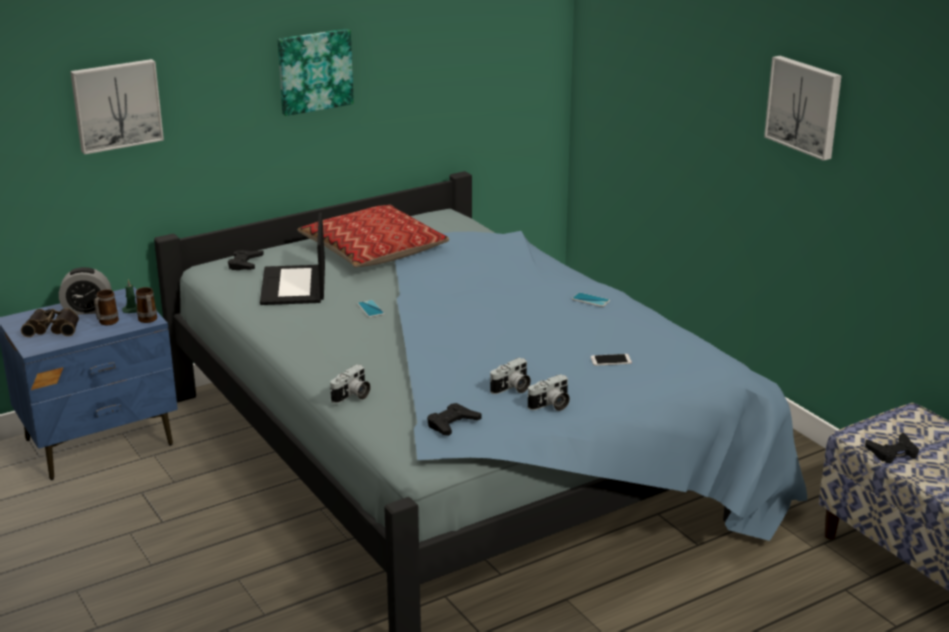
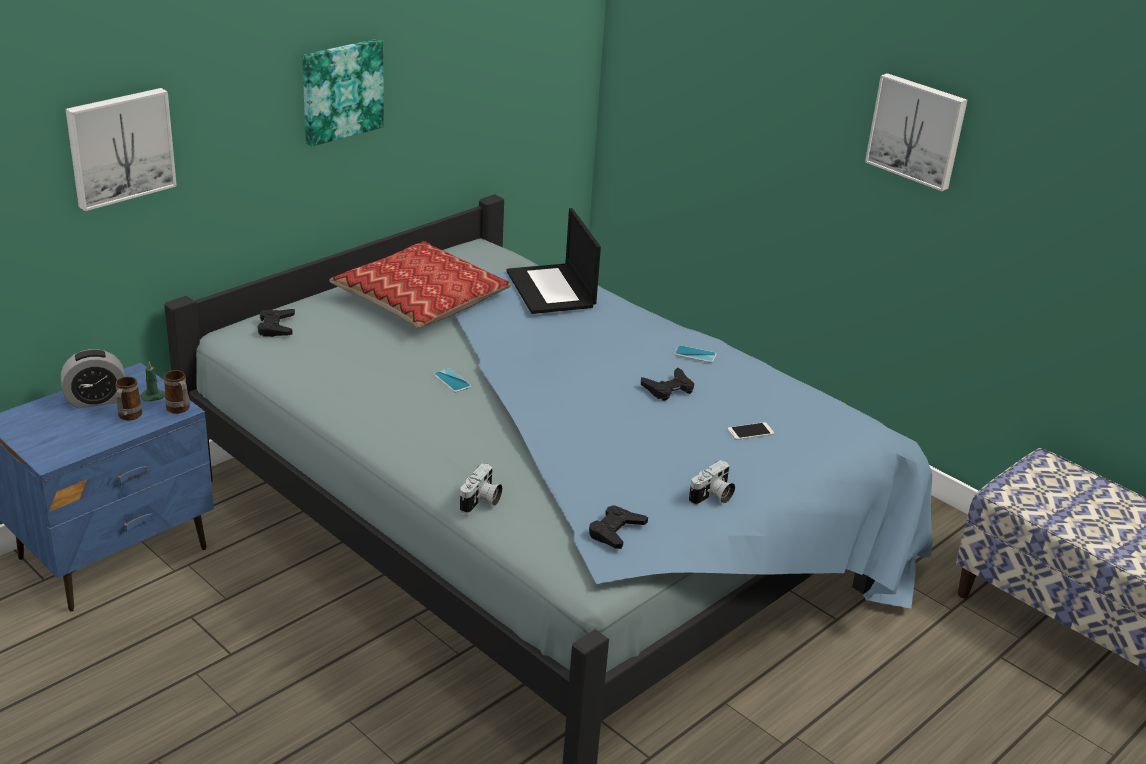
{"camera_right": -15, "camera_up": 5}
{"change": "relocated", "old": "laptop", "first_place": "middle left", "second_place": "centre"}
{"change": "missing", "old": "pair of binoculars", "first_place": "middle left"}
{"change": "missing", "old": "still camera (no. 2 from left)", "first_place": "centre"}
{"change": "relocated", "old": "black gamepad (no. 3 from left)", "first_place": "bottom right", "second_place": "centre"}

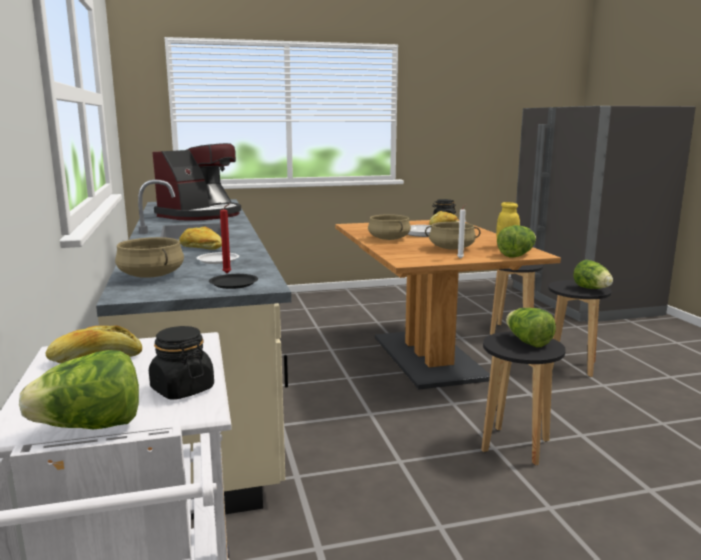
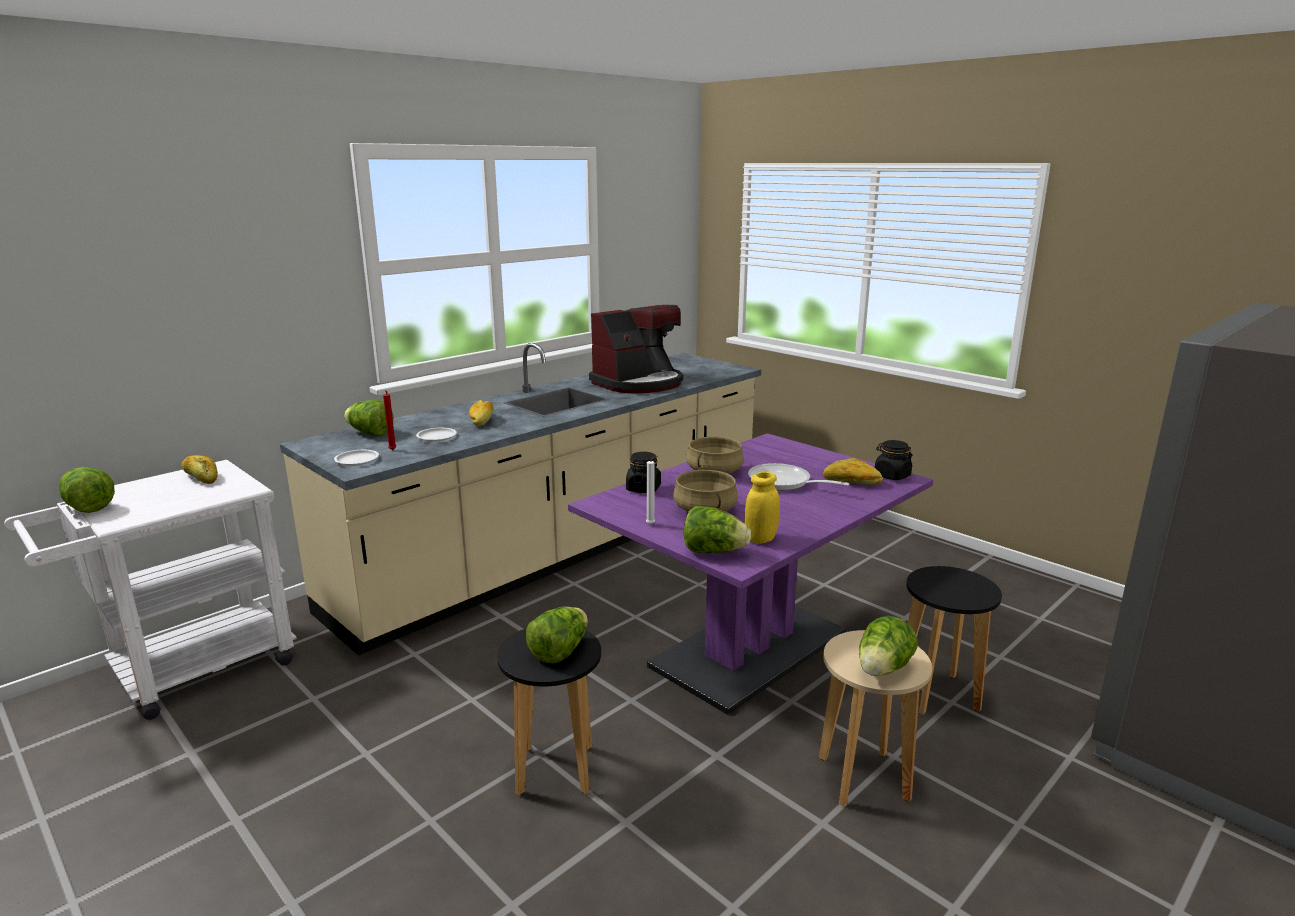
{"camera_right": 60, "camera_up": 5}
{"change": "spun", "old": "coffee brewer", "first_place": "top left", "second_place": "centre", "degrees": -45}
{"change": "colour", "old": "brown-coloured kitchen table", "new": "purple kitchen table", "first_place": "centre", "second_place": "centre"}
{"change": "exchanged", "old": "beige stockpot (no. 1 from left)", "new": "lettuce (no. 2 from left)", "first_place": "middle left", "second_place": "middle left"}
{"change": "colour", "old": "black dinner plate", "new": "white-coloured dinner plate (no. 1 from left)", "first_place": "middle left", "second_place": "middle left"}
{"change": "colour", "old": "black sitting stool (no. 3 from left)", "new": "beige sitting stool", "first_place": "middle right", "second_place": "bottom right"}
{"change": "relocated", "old": "black jar (no. 1 from left)", "first_place": "middle left", "second_place": "centre"}

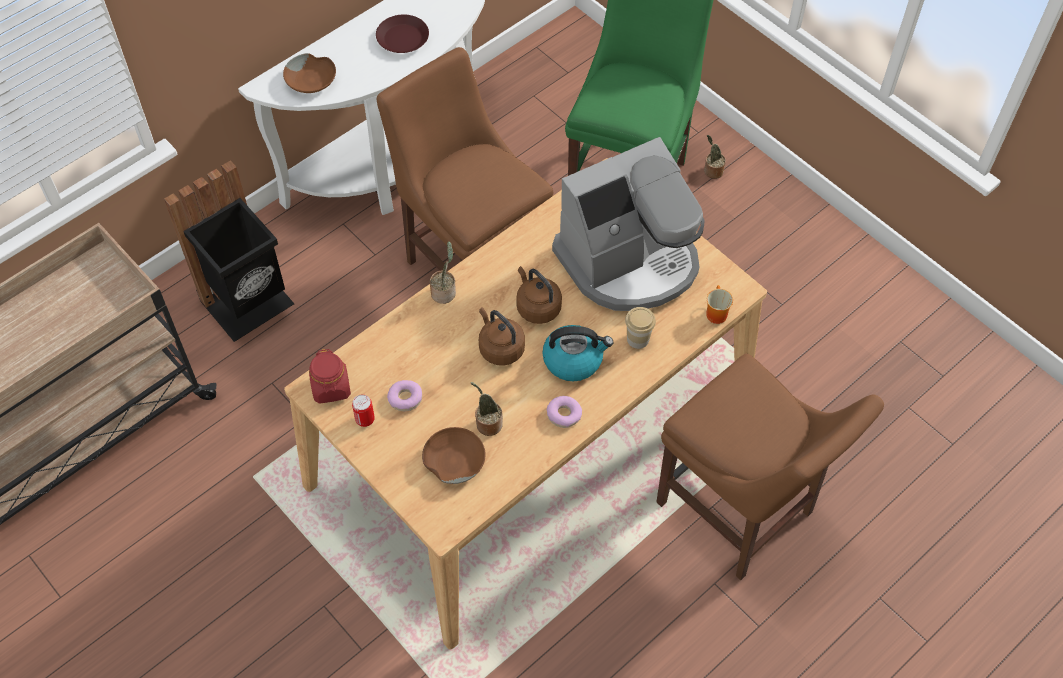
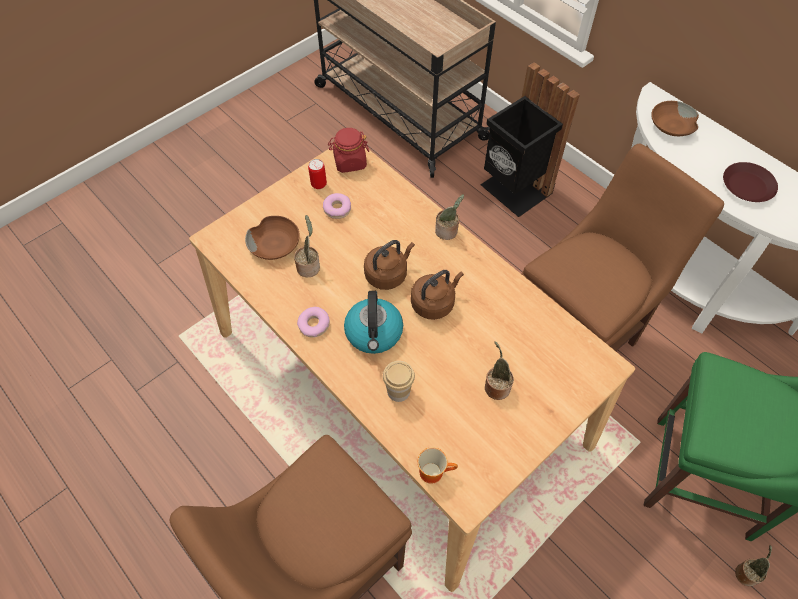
{"camera_right": 90, "camera_up": 0}
{"change": "exchanged", "old": "coffee brewer", "new": "plant in a pot (no. 3 from left)", "first_place": "top centre", "second_place": "centre"}

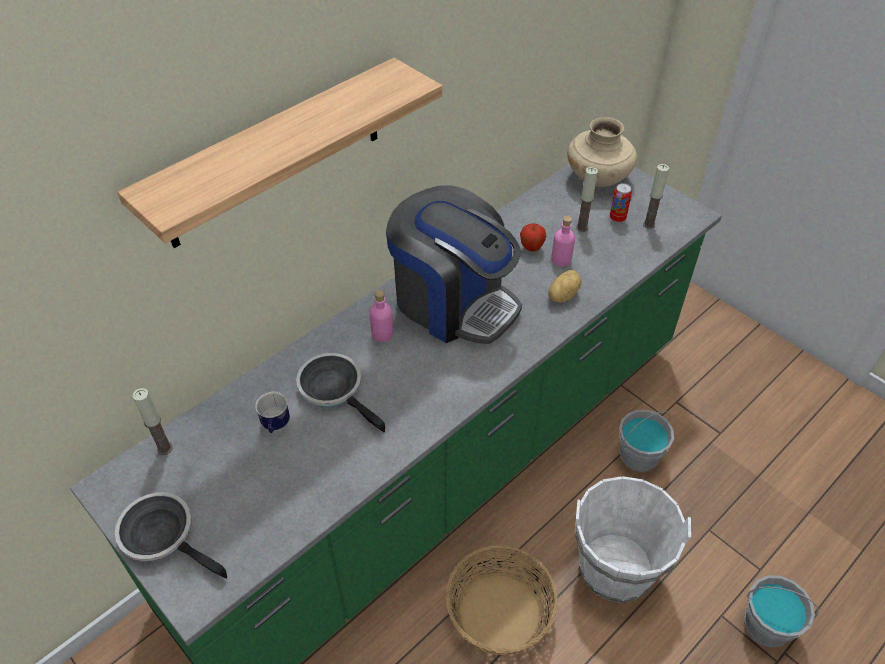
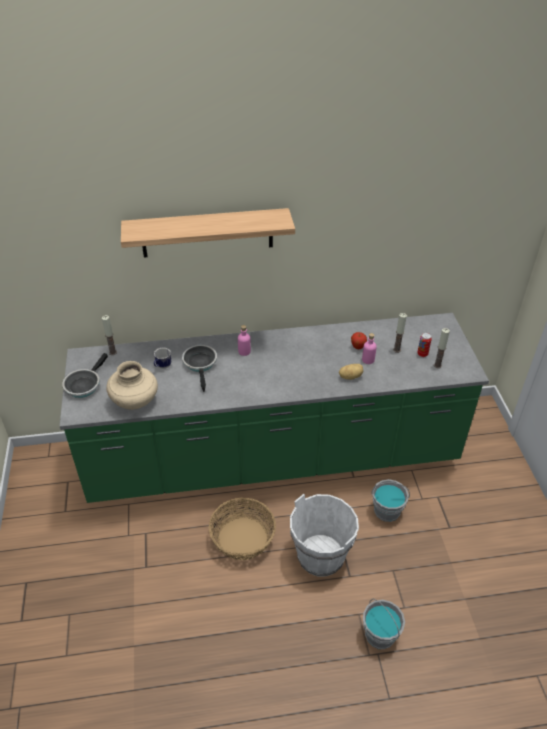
{"camera_right": 35, "camera_up": -5}
{"change": "relocated", "old": "beige flower vase", "first_place": "top right", "second_place": "middle left"}
{"change": "missing", "old": "coffee brewer", "first_place": "centre"}
{"change": "spun", "old": "skillet (no. 1 from left)", "first_place": "bottom left", "second_place": "middle left", "degrees": -135}

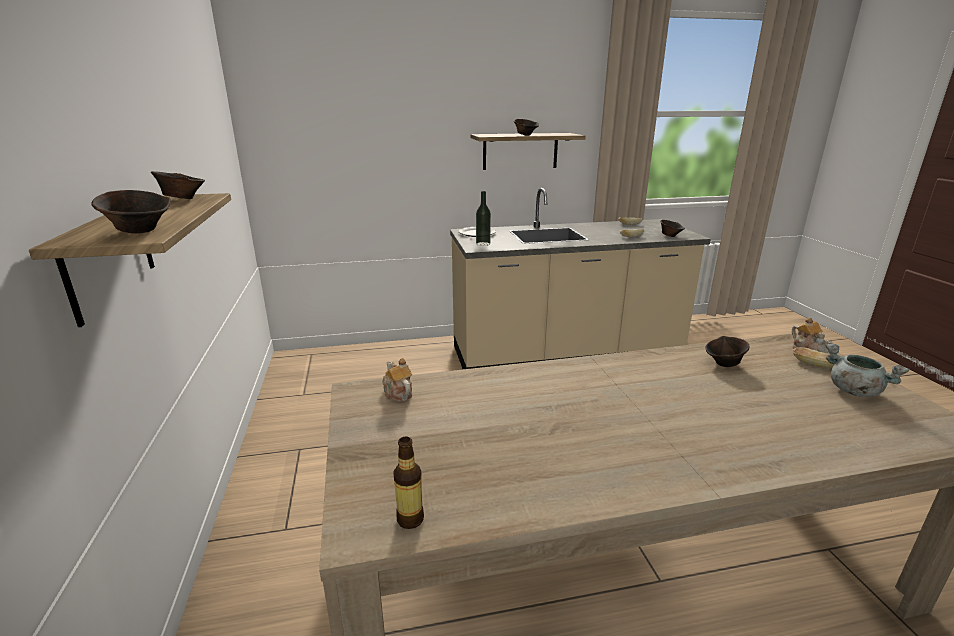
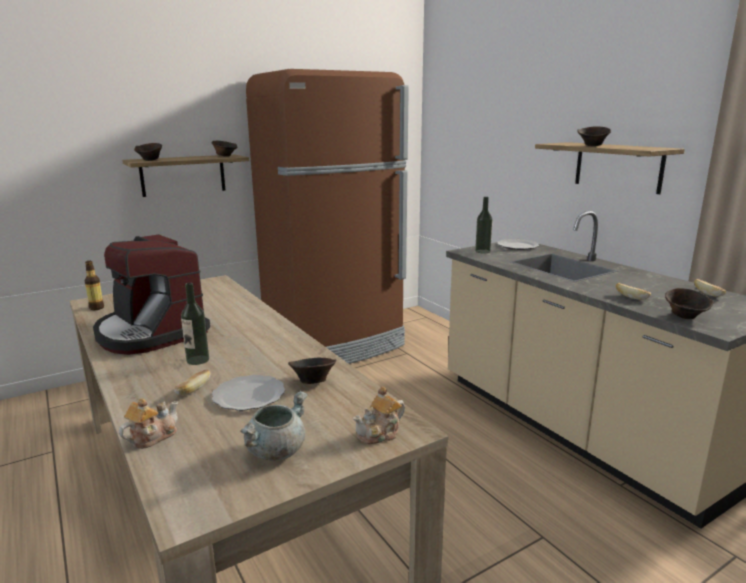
{"camera_right": 70, "camera_up": -5}
{"change": "relocated", "old": "baked bread (no. 3 from left in the first image)", "new": "baked bread (no. 1 from left)", "first_place": "middle right", "second_place": "middle left"}
{"change": "relocated", "old": "teapot (no. 1 from left)", "first_place": "centre", "second_place": "bottom left"}
{"change": "appeared", "new": "brown-coloured kitchen fridge", "second_place": "centre"}
{"change": "appeared", "new": "coffee brewer", "second_place": "middle left"}
{"change": "appeared", "new": "bottle (no. 2 from left)", "second_place": "middle left"}
{"change": "appeared", "new": "dinner plate (no. 1 from left)", "second_place": "bottom left"}

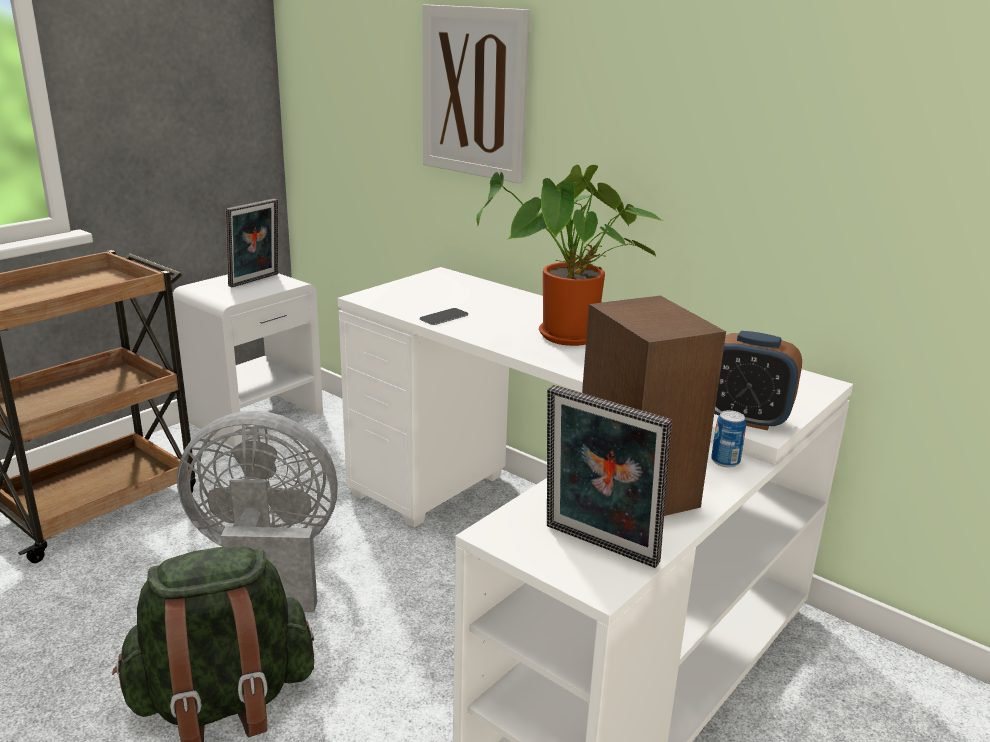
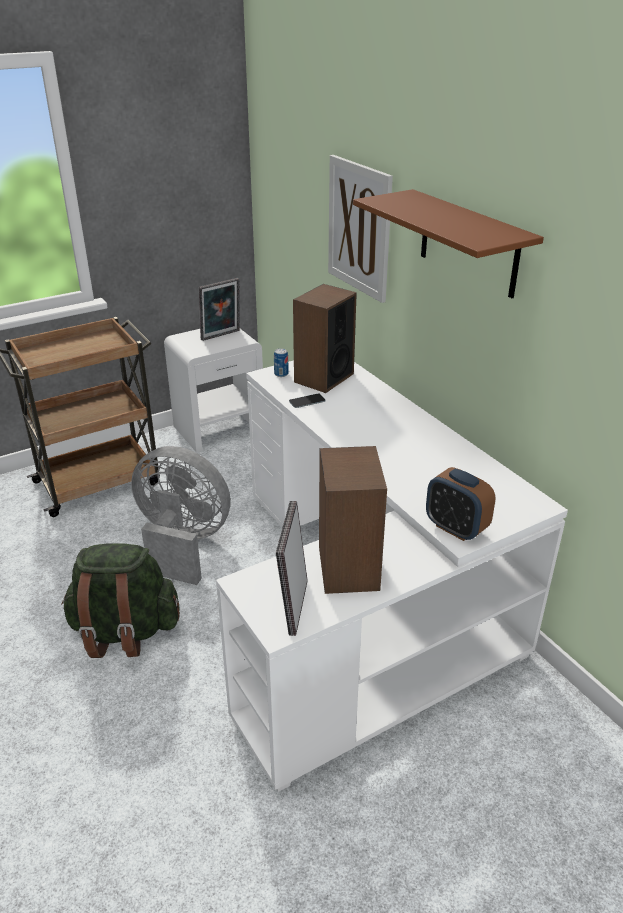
{"camera_right": 20, "camera_up": 10}
{"change": "missing", "old": "plant in a pot", "first_place": "centre"}
{"change": "spun", "old": "photo frame (no. 2 from left)", "first_place": "centre", "second_place": "centre", "degrees": 45}
{"change": "relocated", "old": "metal can", "first_place": "middle right", "second_place": "centre"}
{"change": "appeared", "new": "brown-coloured bracket shelf", "second_place": "top right"}
{"change": "appeared", "new": "speaker (no. 1 from left)", "second_place": "centre"}

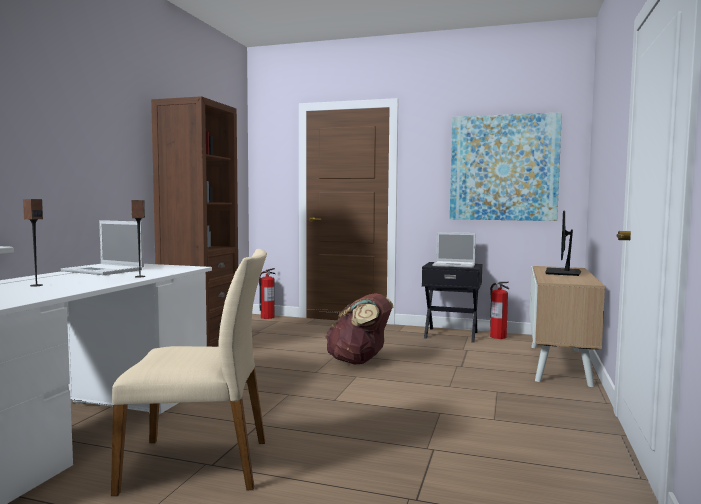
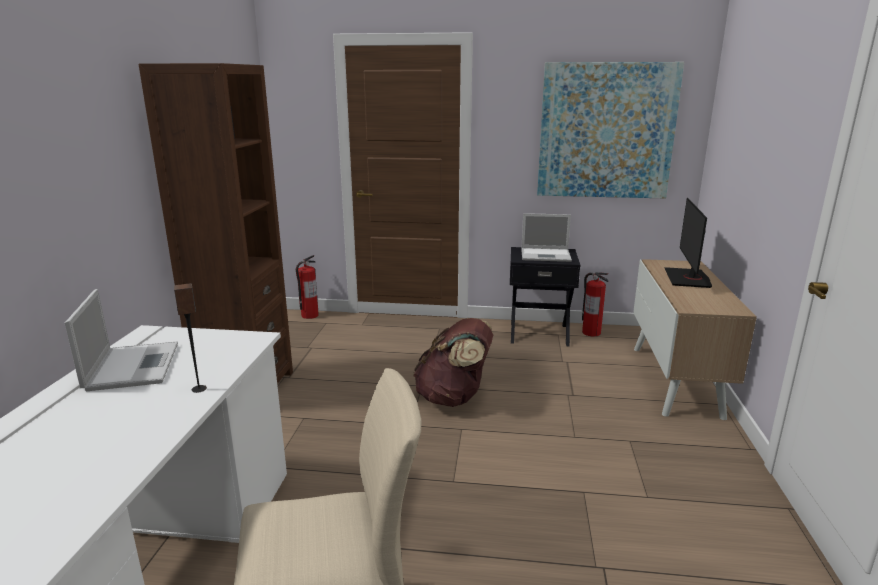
{"camera_right": -10, "camera_up": 15}
{"change": "missing", "old": "speaker (no. 1 from left)", "first_place": "middle left"}
{"change": "spun", "old": "laptop (no. 1 from left)", "first_place": "middle left", "second_place": "middle left", "degrees": -120}

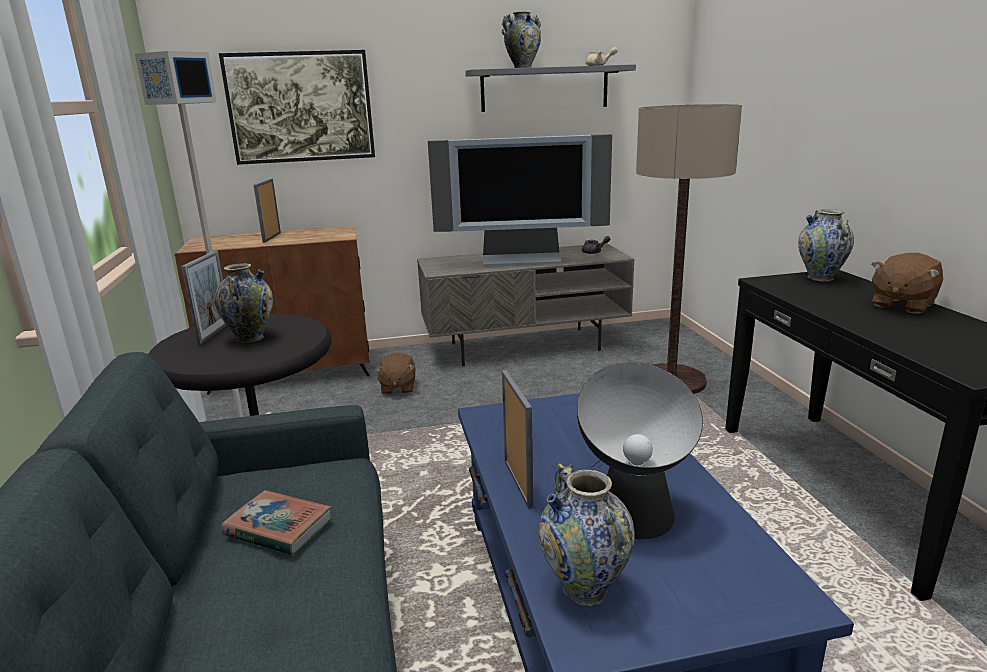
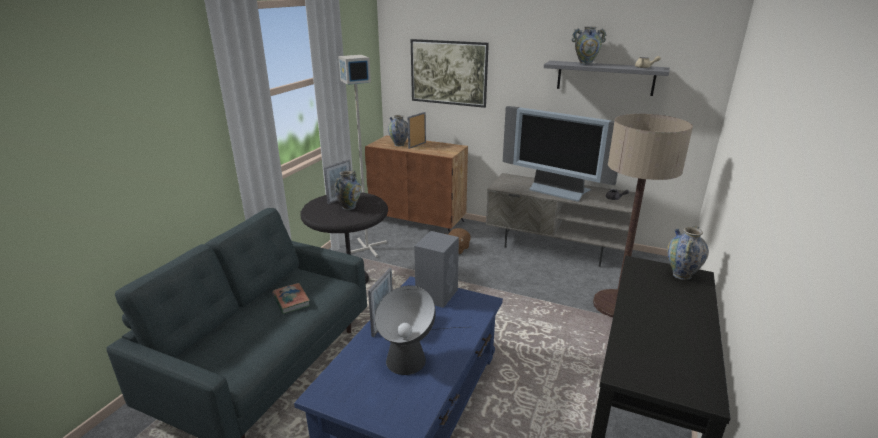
{"camera_right": 35, "camera_up": 5}
{"change": "missing", "old": "brown-coloured plush toy (no. 2 from left)", "first_place": "middle right"}
{"change": "relocated", "old": "flower vase (no. 3 from left in the first image)", "new": "flower vase (no. 2 from left)", "first_place": "bottom centre", "second_place": "top centre"}
{"change": "appeared", "new": "grey speaker", "second_place": "centre"}

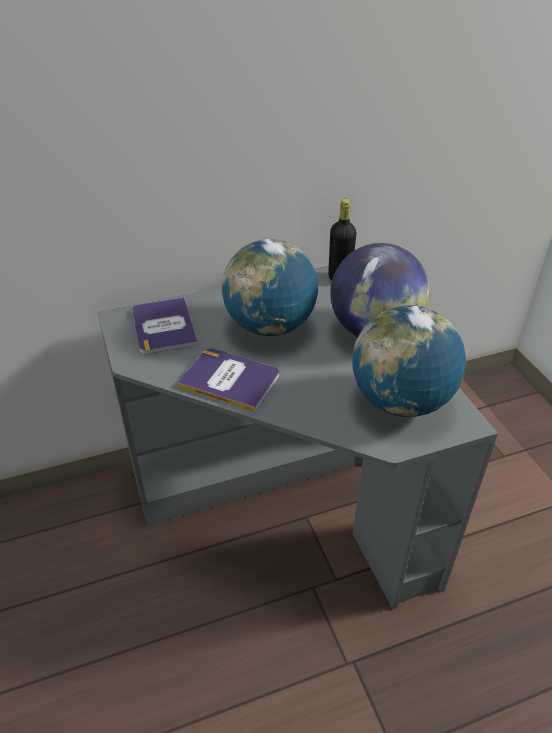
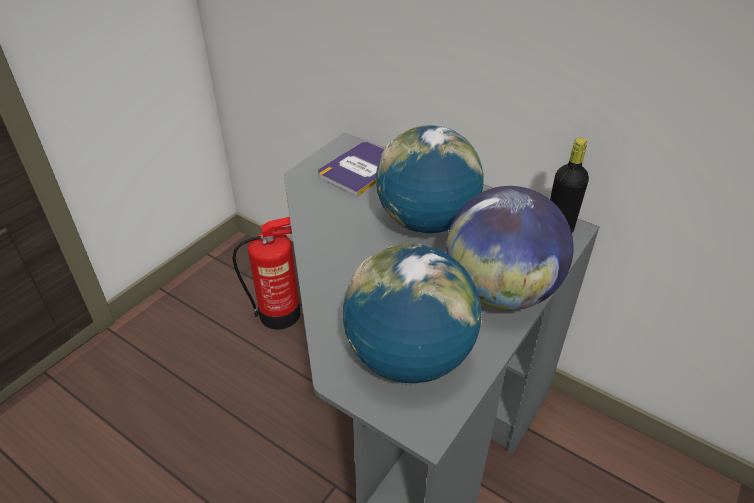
{"camera_right": 55, "camera_up": 0}
{"change": "missing", "old": "bound book (no. 2 from left)", "first_place": "centre"}
{"change": "appeared", "new": "extinguisher", "second_place": "centre"}

